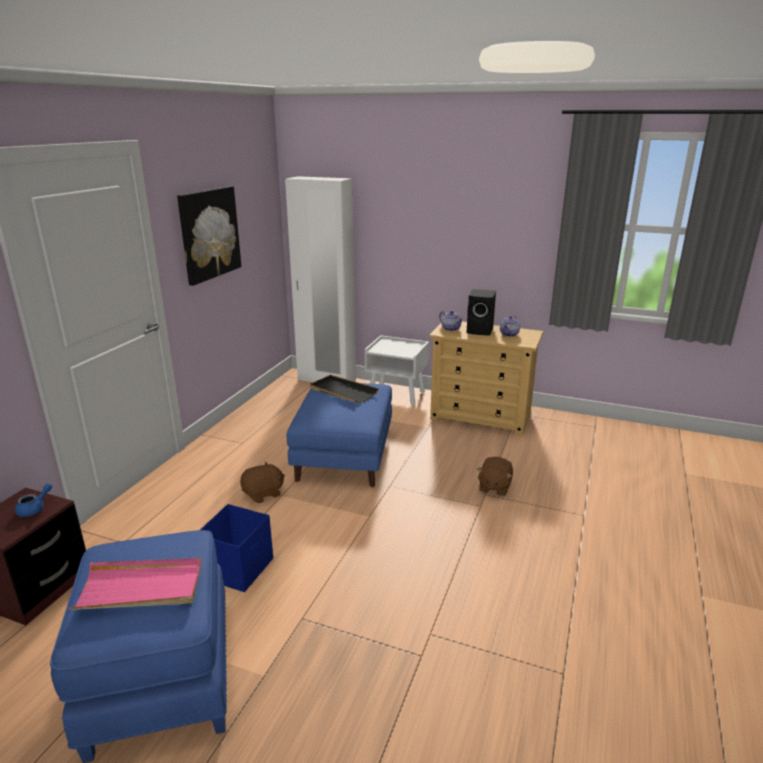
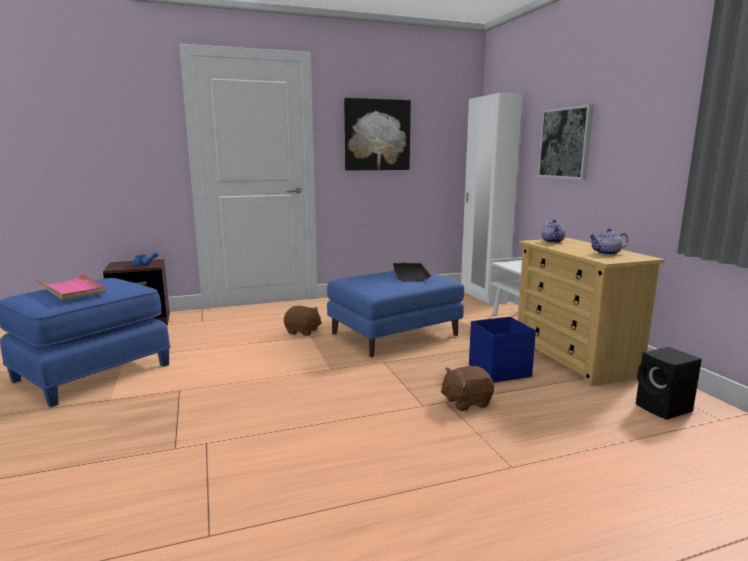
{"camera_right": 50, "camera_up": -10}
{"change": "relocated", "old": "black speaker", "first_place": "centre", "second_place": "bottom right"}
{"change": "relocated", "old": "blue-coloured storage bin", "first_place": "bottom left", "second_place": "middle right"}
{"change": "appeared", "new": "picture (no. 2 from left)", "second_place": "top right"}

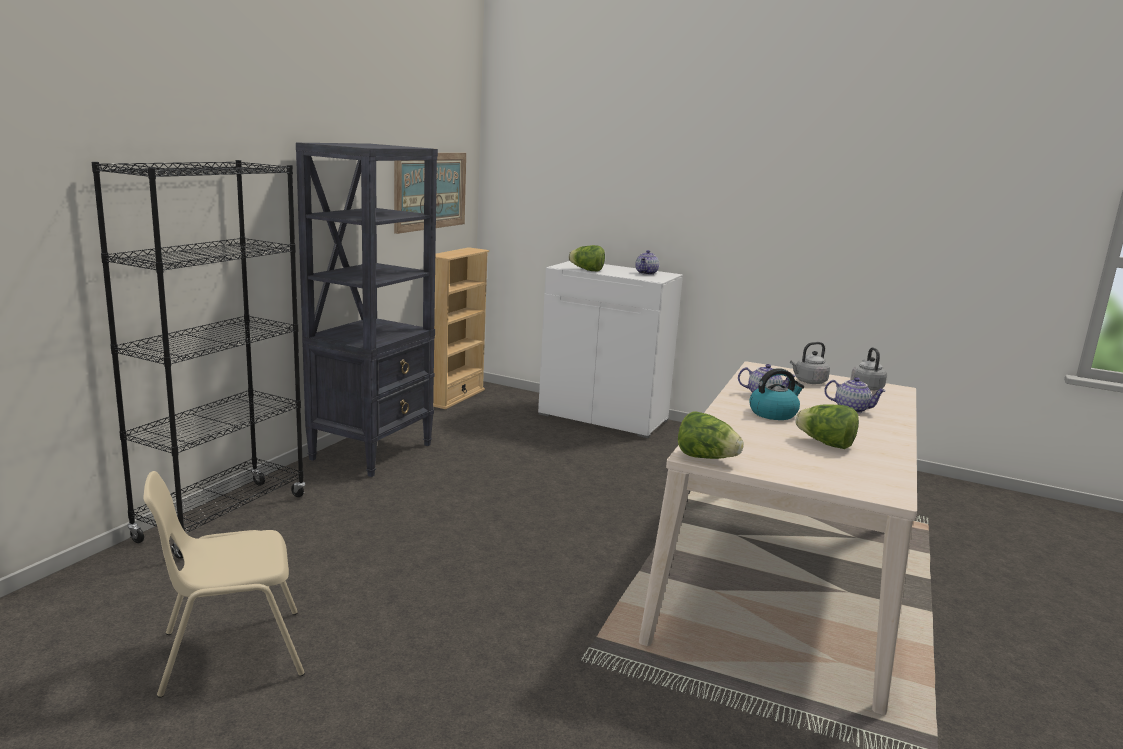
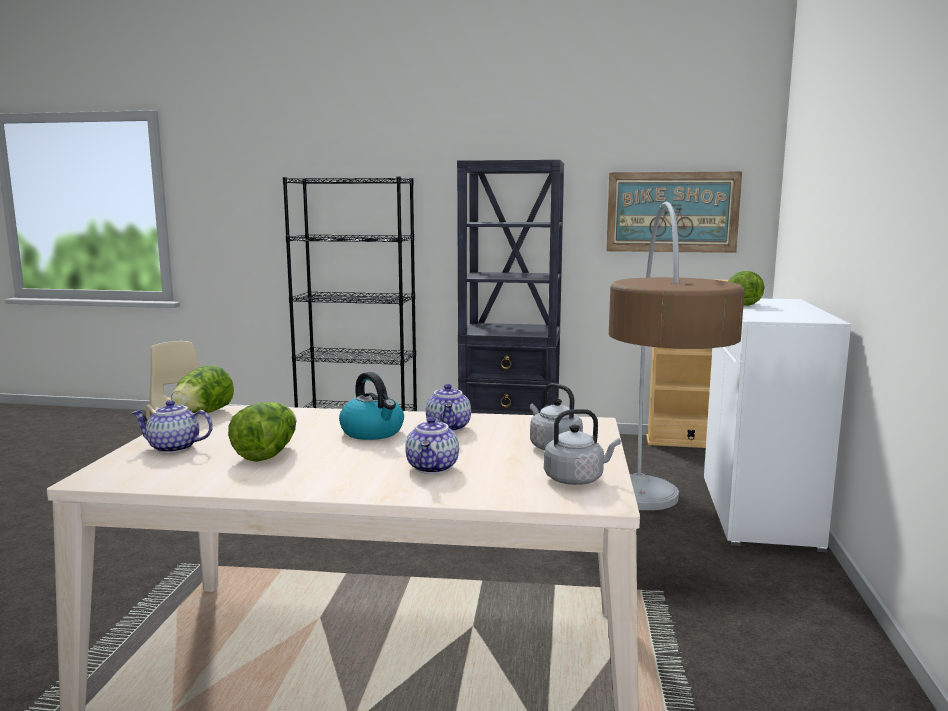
{"camera_right": 75, "camera_up": -5}
{"change": "relocated", "old": "teapot (no. 1 from left)", "first_place": "centre", "second_place": "middle left"}
{"change": "appeared", "new": "standard lamp", "second_place": "middle right"}

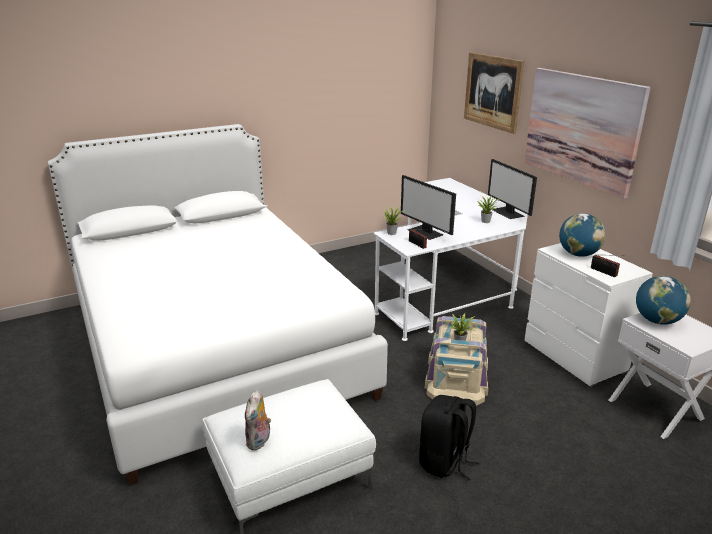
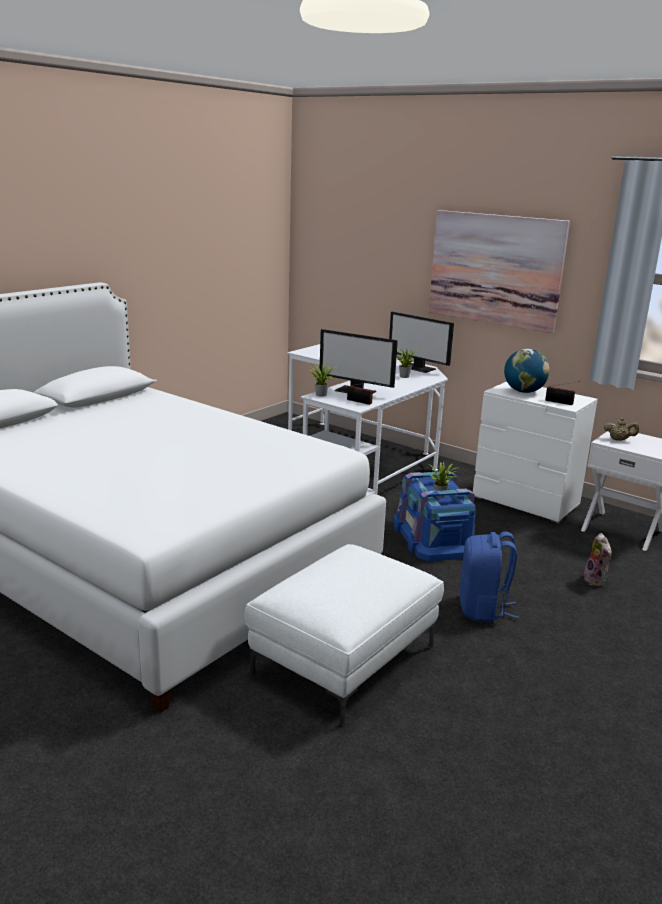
{"camera_right": -25, "camera_up": -5}
{"change": "missing", "old": "picture (no. 1 from left)", "first_place": "top right"}
{"change": "exchanged", "old": "desk globe (no. 2 from left)", "new": "beige teapot", "first_place": "middle right", "second_place": "middle right"}
{"change": "colour", "old": "beige storage bin", "new": "blue-coloured storage bin", "first_place": "bottom centre", "second_place": "centre"}
{"change": "relocated", "old": "plush toy", "first_place": "bottom centre", "second_place": "middle right"}
{"change": "colour", "old": "black rucksack", "new": "blue-coloured rucksack", "first_place": "bottom centre", "second_place": "middle right"}

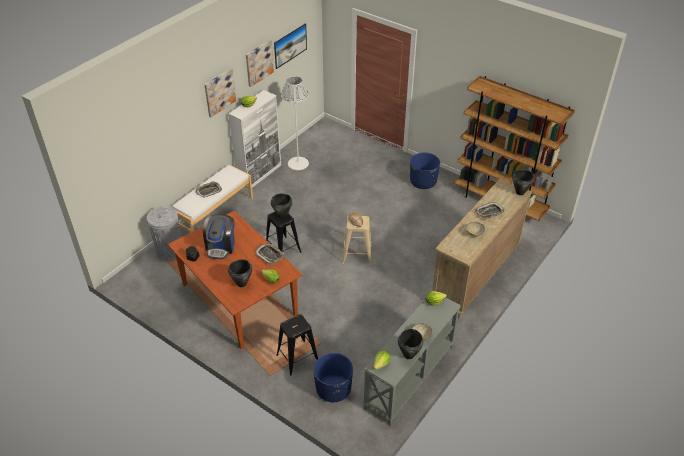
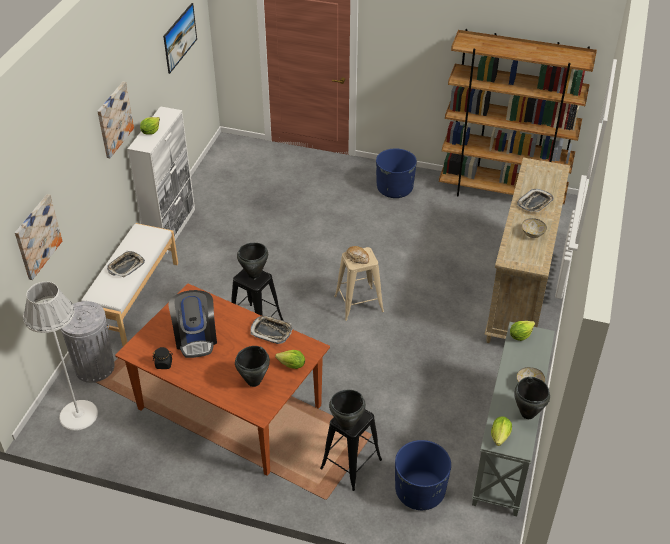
{"camera_right": -20, "camera_up": 0}
{"change": "relocated", "old": "picture (no. 2 from left in the first image)", "new": "picture (no. 1 from left)", "first_place": "top centre", "second_place": "middle left"}
{"change": "relocated", "old": "white-coloured standard lamp", "first_place": "top centre", "second_place": "middle left"}
{"change": "relocated", "old": "black stockpot (no. 4 from left in the first image)", "new": "black stockpot (no. 3 from left)", "first_place": "middle right", "second_place": "bottom centre"}

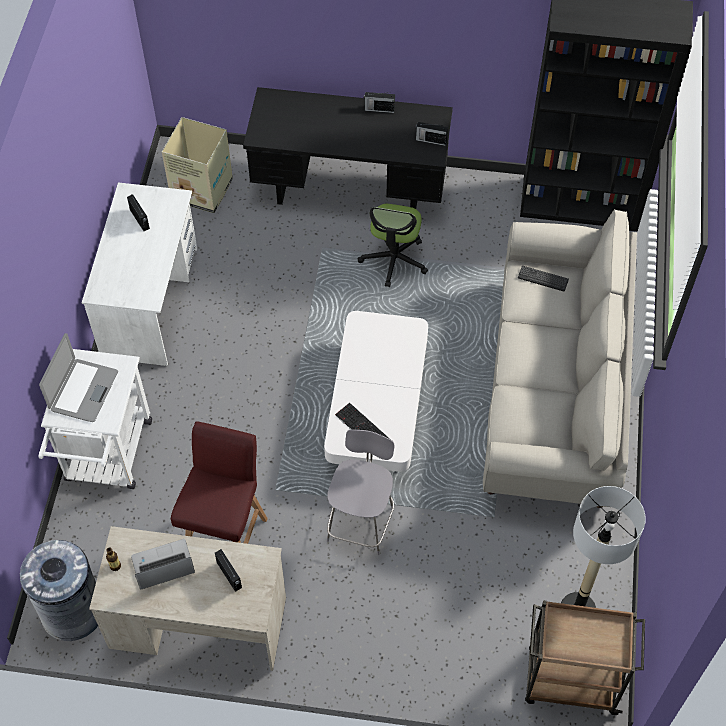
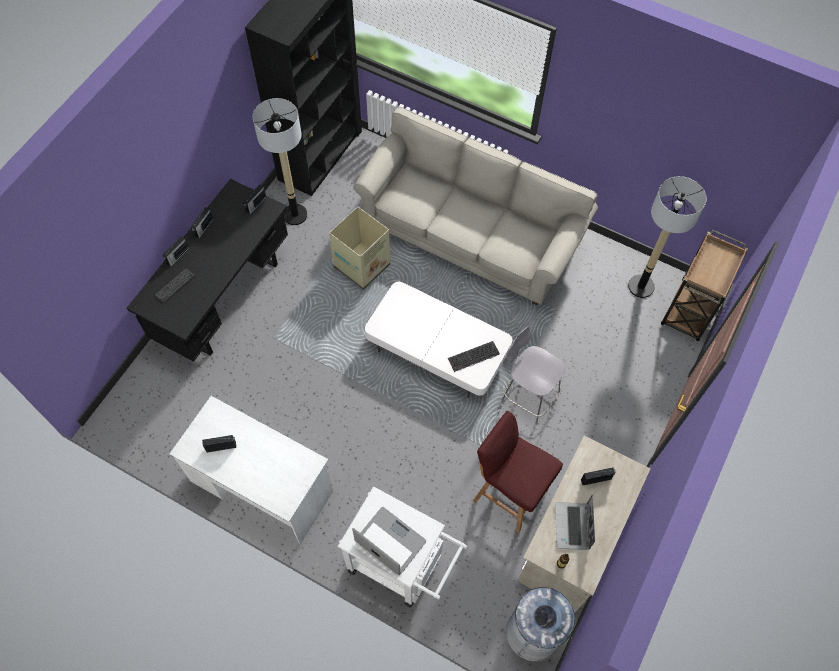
{"camera_right": -70, "camera_up": 5}
{"change": "relocated", "old": "packing box", "first_place": "top left", "second_place": "centre"}
{"change": "missing", "old": "desk chair", "first_place": "centre"}
{"change": "relocated", "old": "computer keyboard (no. 2 from left in the first image)", "new": "computer keyboard (no. 1 from left)", "first_place": "middle right", "second_place": "middle left"}
{"change": "appeared", "new": "standard lamp (no. 1 from left)", "second_place": "top centre"}
{"change": "appeared", "new": "radio (no. 1 from left)", "second_place": "middle left"}

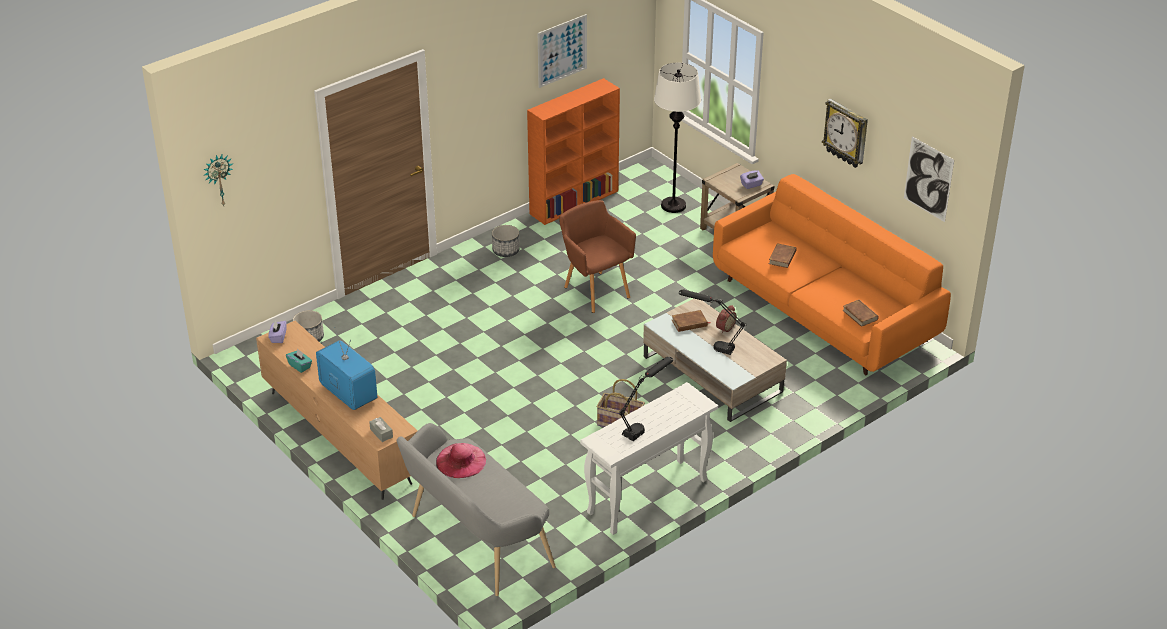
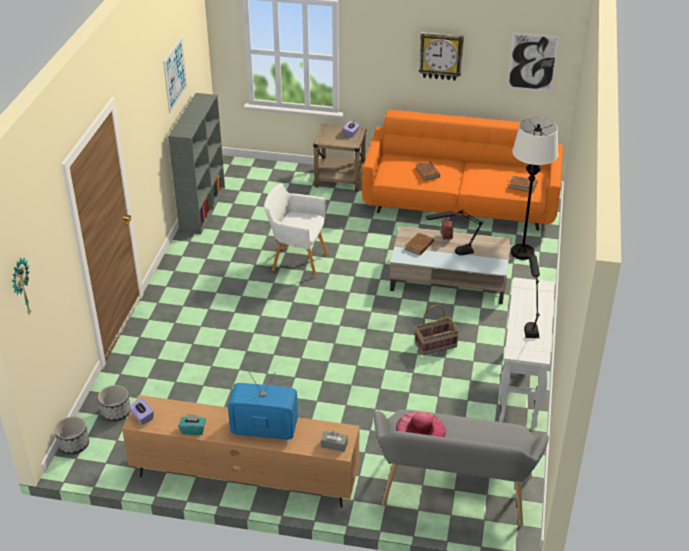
{"camera_right": -40, "camera_up": 0}
{"change": "relocated", "old": "white-coloured standard lamp", "first_place": "top centre", "second_place": "middle right"}
{"change": "colour", "old": "orange shelving unit", "new": "grey shelving unit", "first_place": "top centre", "second_place": "top left"}
{"change": "colour", "old": "brown-coloured lounge chair", "new": "white-coloured lounge chair", "first_place": "centre", "second_place": "centre"}
{"change": "relocated", "old": "planter (no. 2 from left in the first image)", "new": "planter (no. 1 from left)", "first_place": "centre", "second_place": "bottom left"}

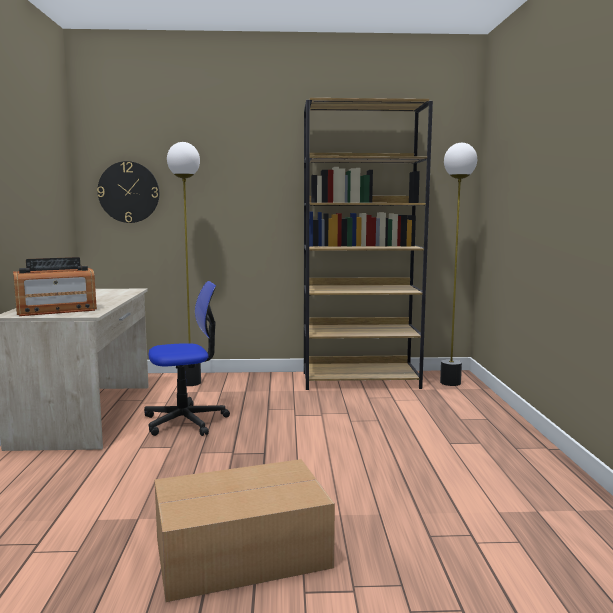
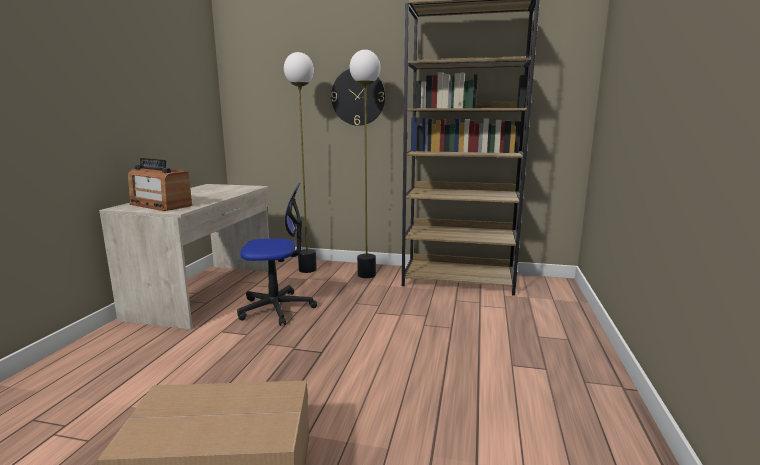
{"camera_right": 15, "camera_up": 5}
{"change": "relocated", "old": "standard lamp (no. 2 from left)", "first_place": "middle right", "second_place": "centre"}
{"change": "relocated", "old": "clock on the wall", "first_place": "top left", "second_place": "top centre"}
{"change": "spun", "old": "radio", "first_place": "middle left", "second_place": "middle left", "degrees": 45}

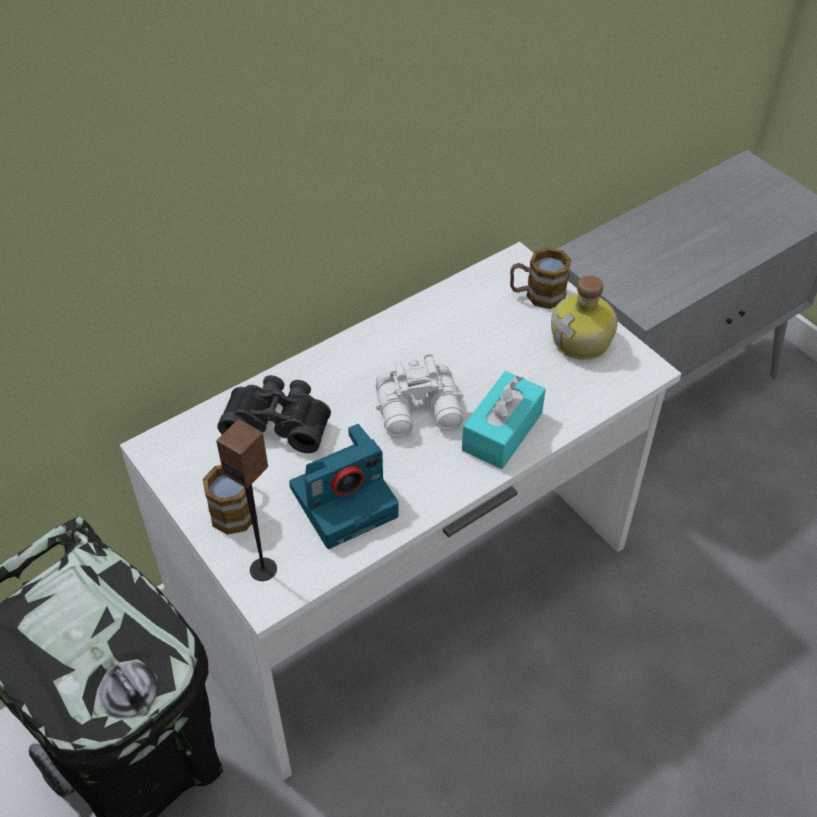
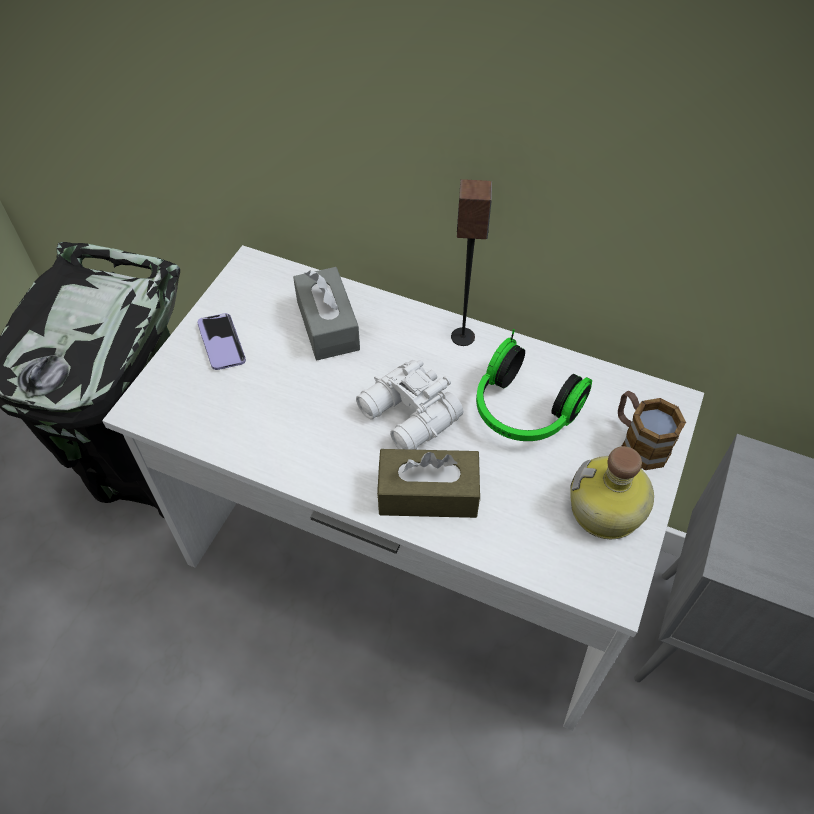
{"camera_right": 60, "camera_up": 5}
{"change": "colour", "old": "blue-green tissue holder", "new": "brown-coloured tissue holder", "first_place": "centre", "second_place": "centre"}
{"change": "exchanged", "old": "black pair of binoculars", "new": "grey tissue holder", "first_place": "centre", "second_place": "centre"}
{"change": "relocated", "old": "speaker", "first_place": "middle left", "second_place": "top centre"}
{"change": "missing", "old": "still camera", "first_place": "centre"}
{"change": "exchanged", "old": "mug (no. 1 from left)", "new": "telephone", "first_place": "middle left", "second_place": "middle left"}
{"change": "appeared", "new": "headphones", "second_place": "centre"}

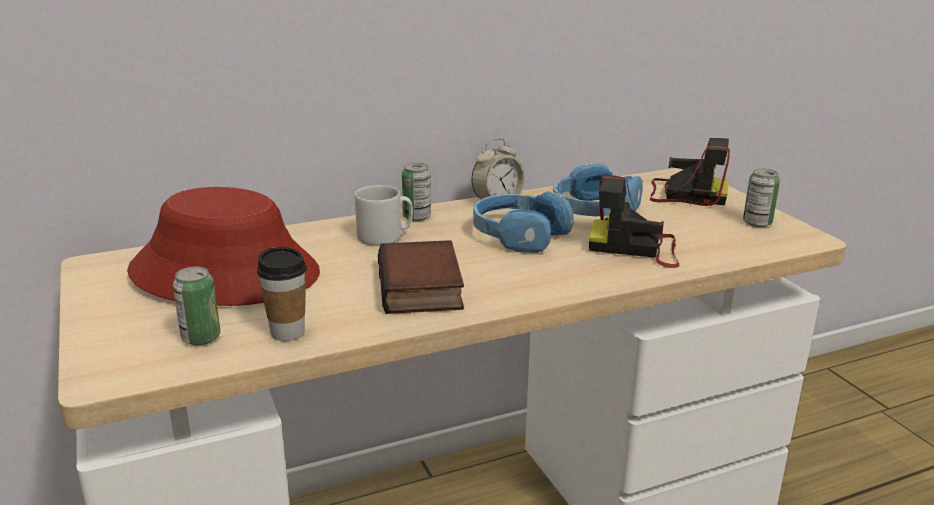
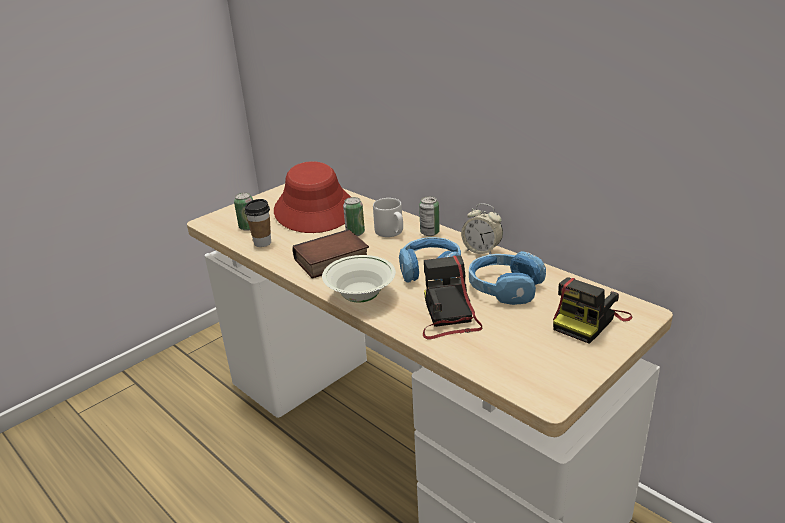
{"camera_right": 70, "camera_up": 5}
{"change": "spun", "old": "still camera (no. 2 from left)", "first_place": "middle right", "second_place": "middle right", "degrees": 45}
{"change": "relocated", "old": "metal can (no. 3 from left in the first image)", "new": "metal can (no. 2 from left)", "first_place": "middle right", "second_place": "centre"}
{"change": "appeared", "new": "white-coloured bowl", "second_place": "centre"}

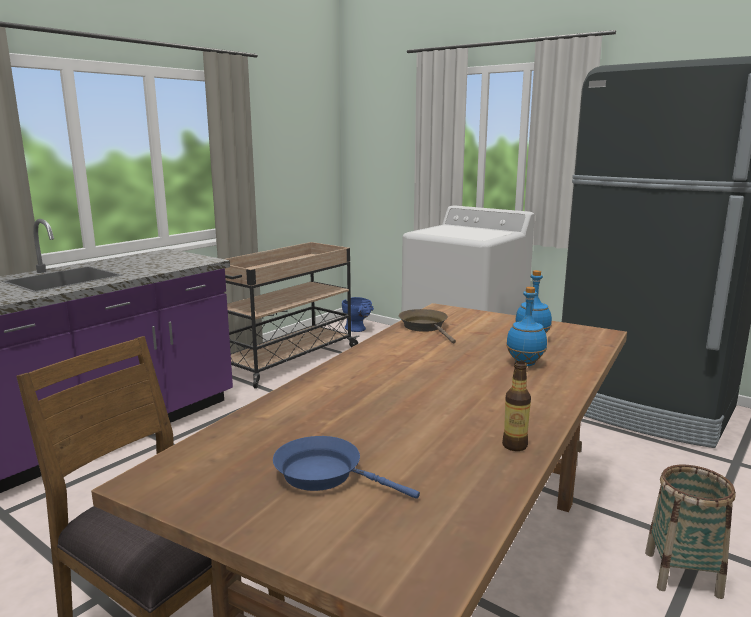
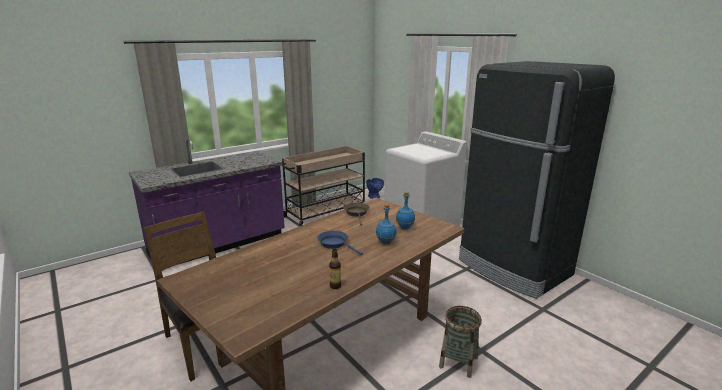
{"camera_right": 15, "camera_up": 5}
{"change": "relocated", "old": "blue-coloured skillet", "first_place": "bottom centre", "second_place": "centre"}

